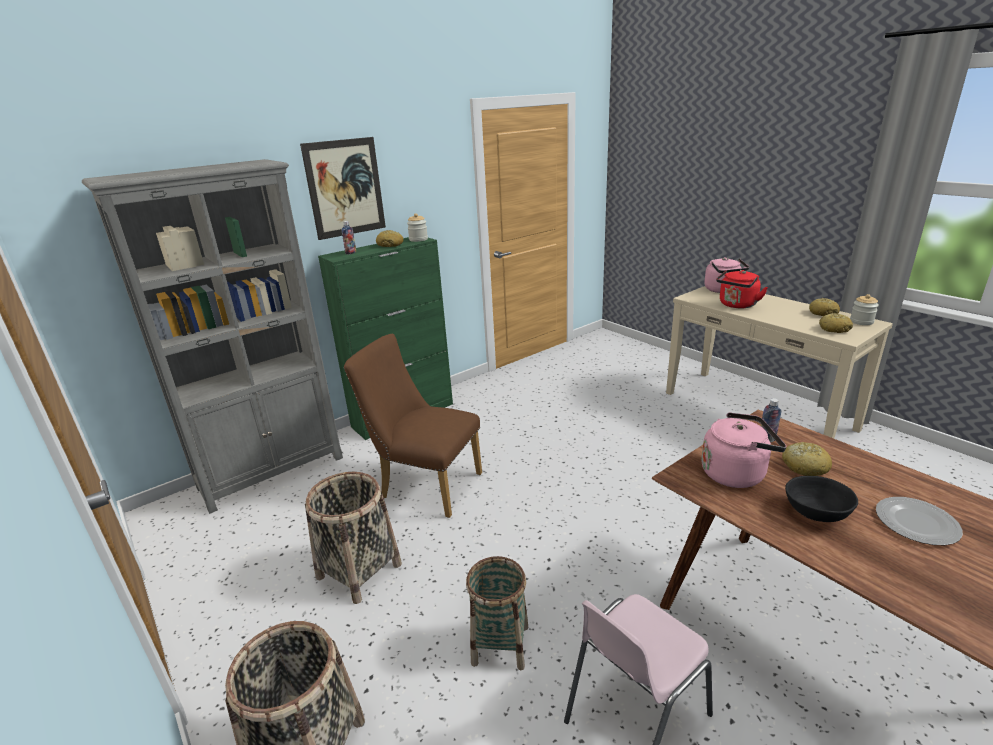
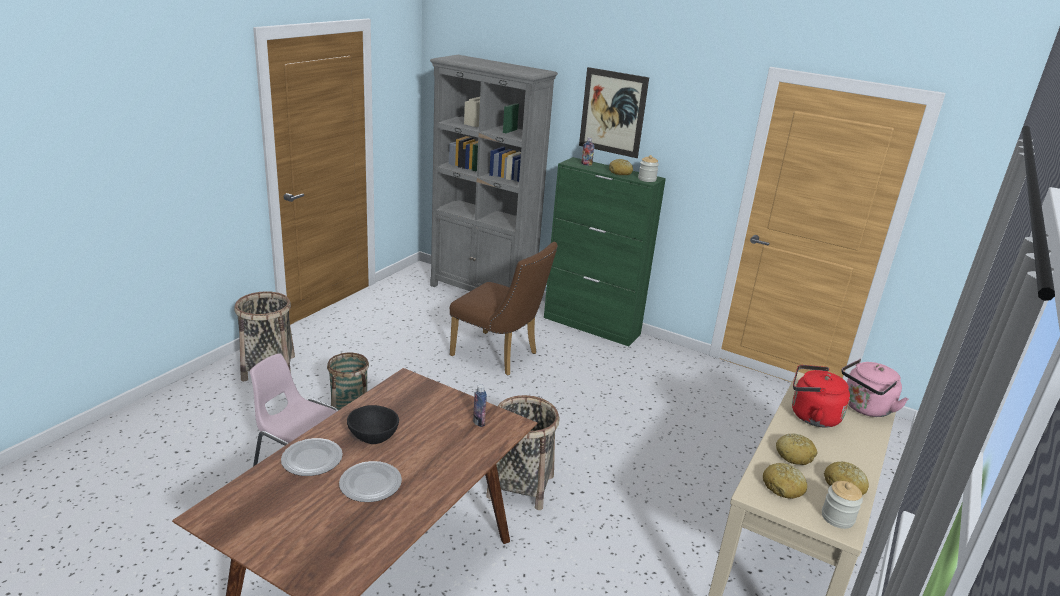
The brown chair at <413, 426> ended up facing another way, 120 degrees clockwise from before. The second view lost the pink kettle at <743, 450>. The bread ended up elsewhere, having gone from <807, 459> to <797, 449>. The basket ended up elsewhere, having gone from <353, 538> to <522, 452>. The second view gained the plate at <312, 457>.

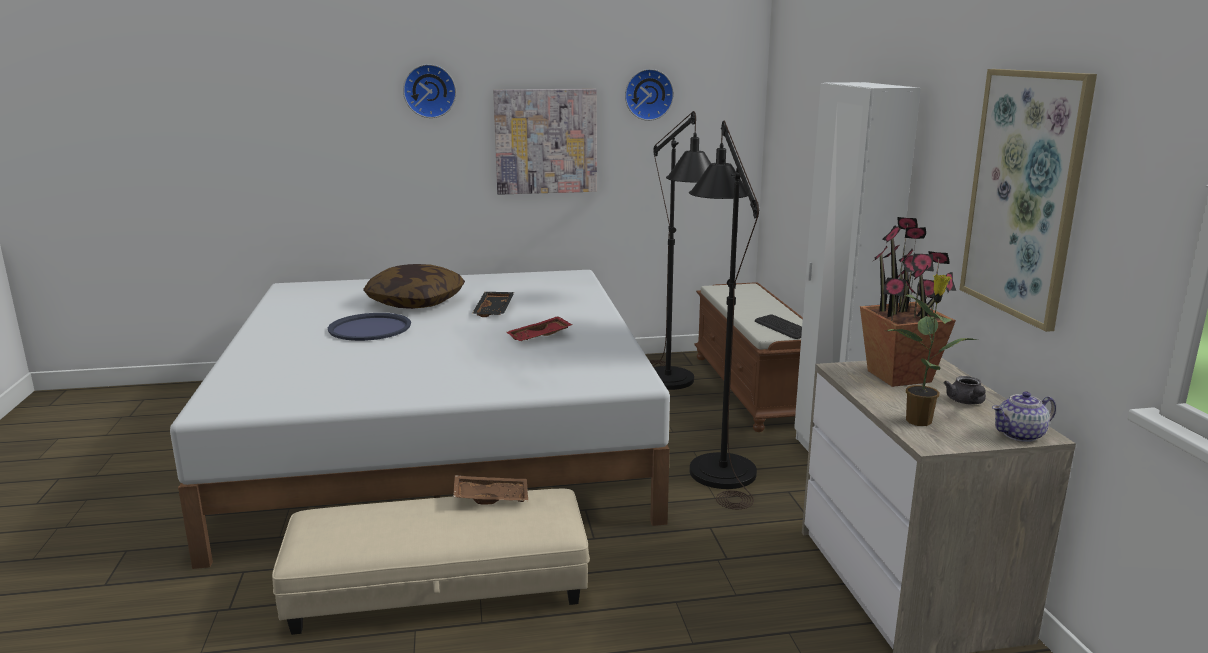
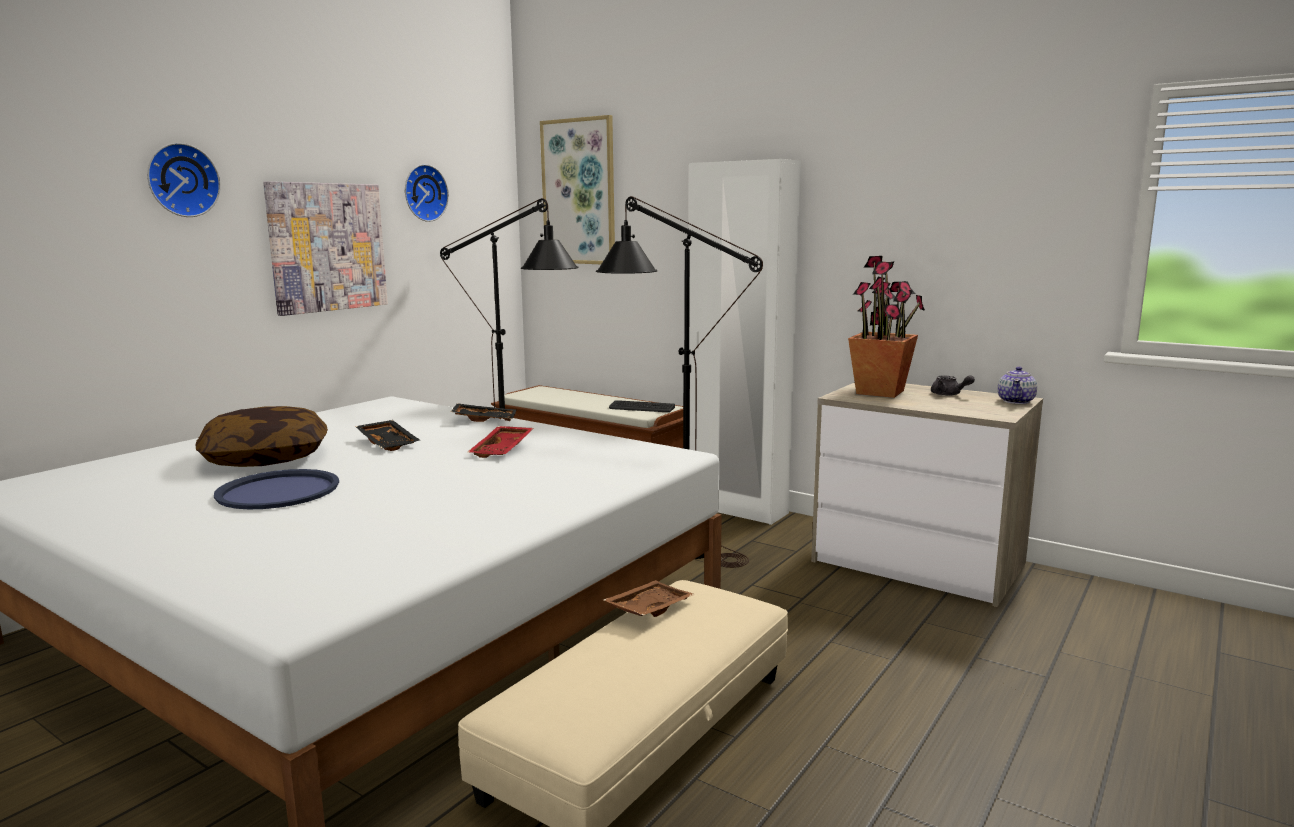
The picture ended up elsewhere, having gone from <1028, 200> to <577, 189>. The second view lost the potted plant at <933, 350>. The second view gained the black tray at <483, 412>.

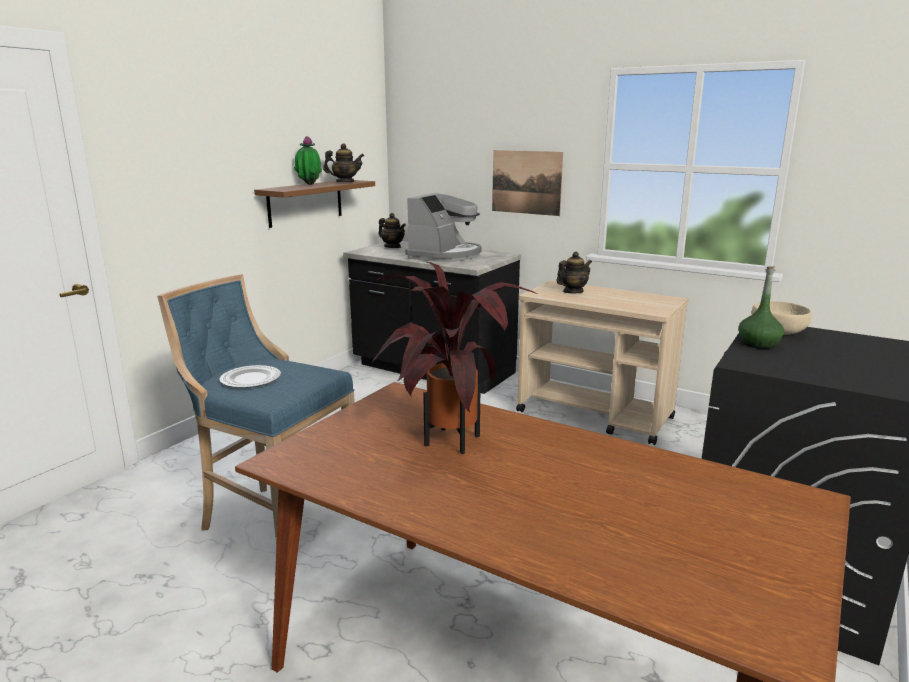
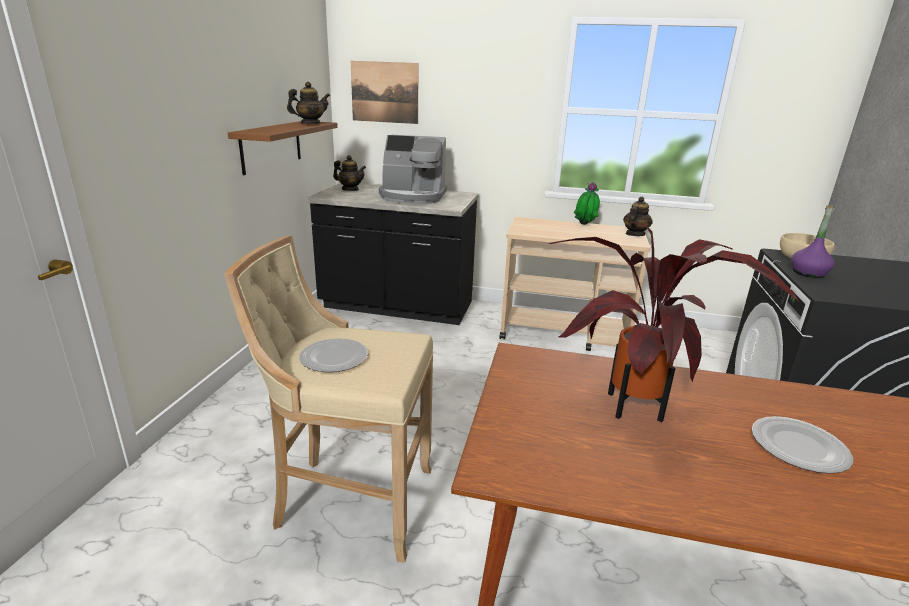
The potted plant ended up elsewhere, having gone from <308, 160> to <586, 203>. The picture ended up elsewhere, having gone from <527, 183> to <385, 92>. The coffee machine at <443, 227> ended up facing another way, 90 degrees clockwise from before. The teapot ended up elsewhere, having gone from <574, 272> to <638, 216>. What was the green bottle at <761, 308> turned into the purple bottle at <813, 241>. What was the blue stool at <256, 409> turned into the beige stool at <329, 399>. The second view gained the plate at <802, 445>.

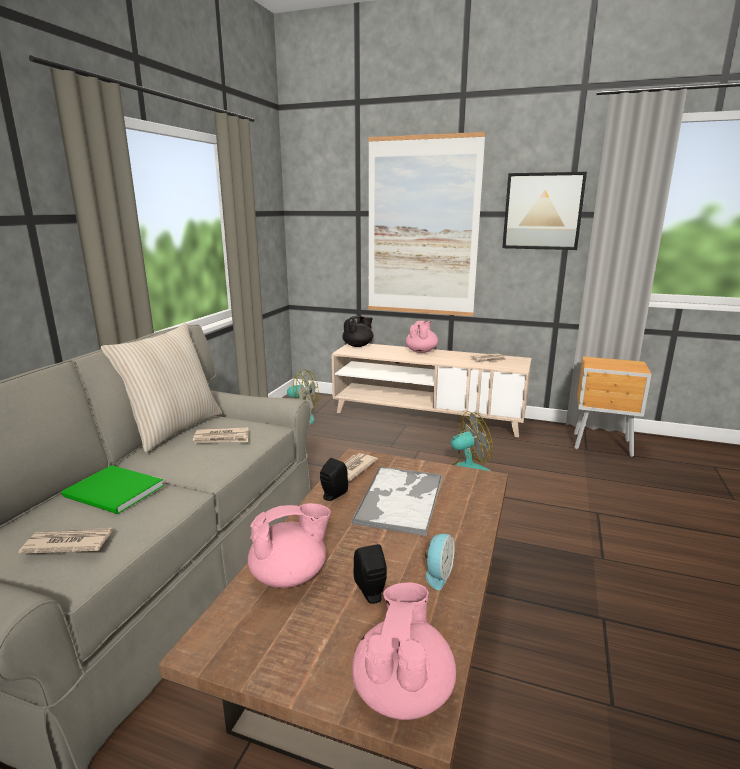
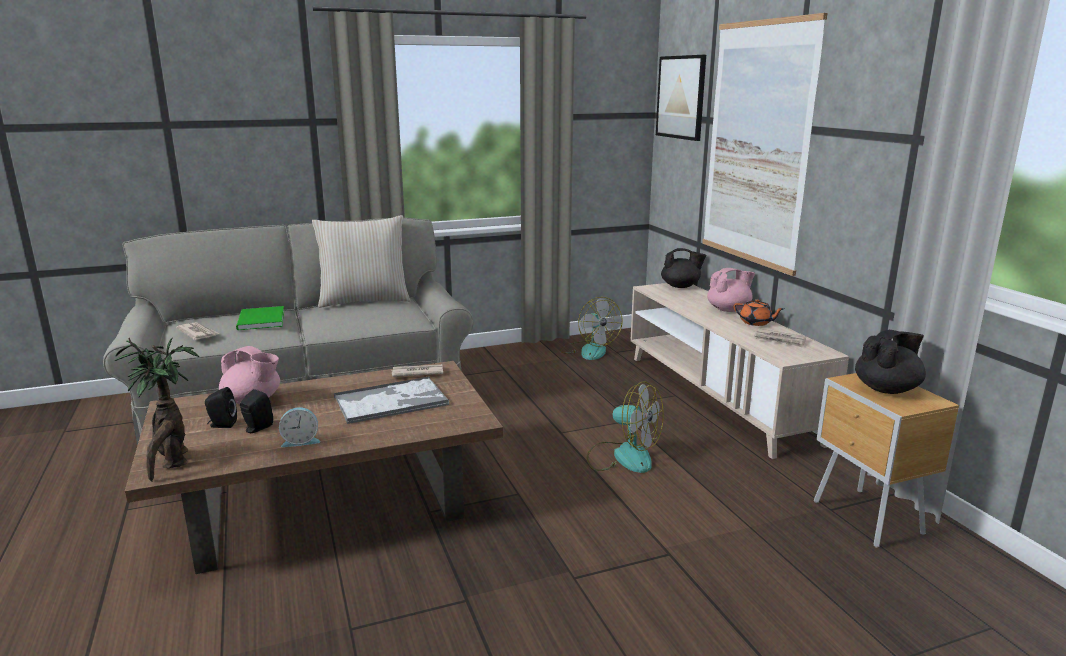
The picture ended up elsewhere, having gone from <544, 211> to <681, 98>. The second view lost the newspaper at <221, 435>. The black speaker ended up elsewhere, having gone from <334, 479> to <221, 407>. Where the pink teapot stood at <404, 651>, the potted plant came to stand at <157, 410>. The second view gained the orange teapot at <758, 312>. The second view gained the black teapot at <890, 362>.

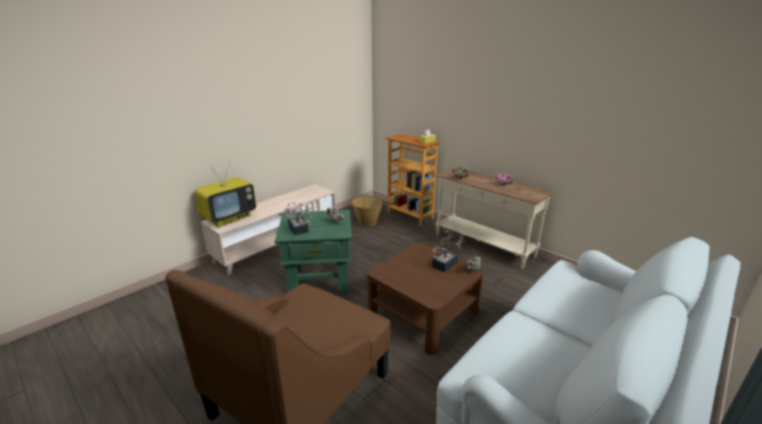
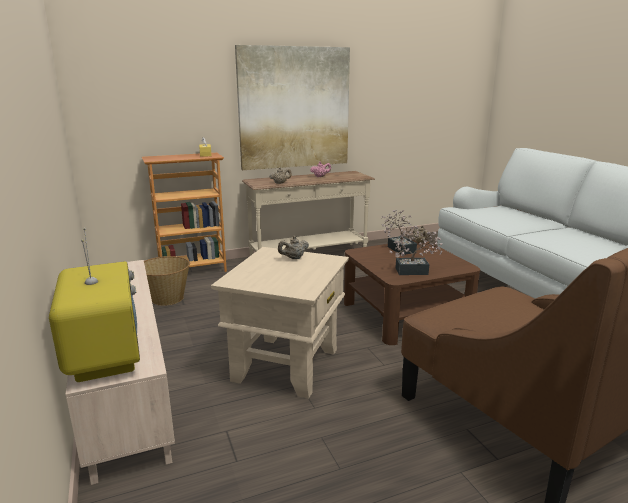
The potted plant ended up elsewhere, having gone from <298, 218> to <416, 253>. What was the green side table at <313, 252> turned into the beige side table at <280, 323>. The second view gained the picture at <292, 107>.

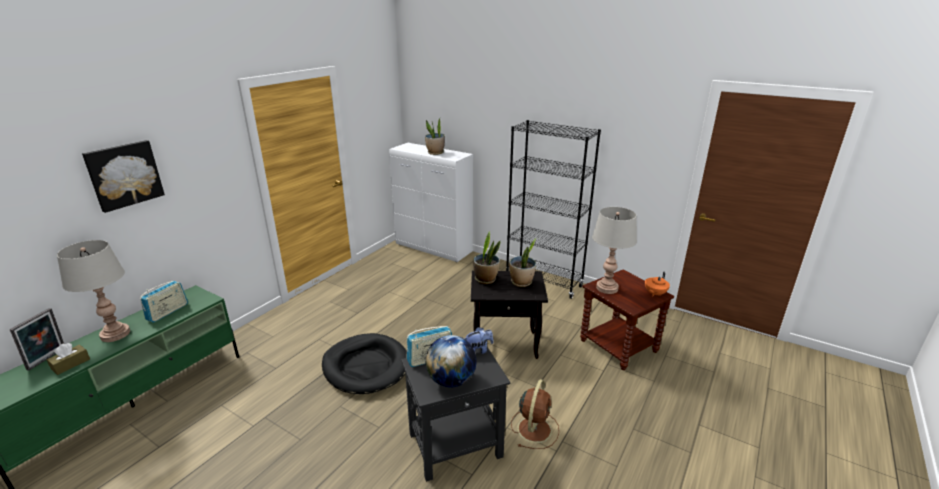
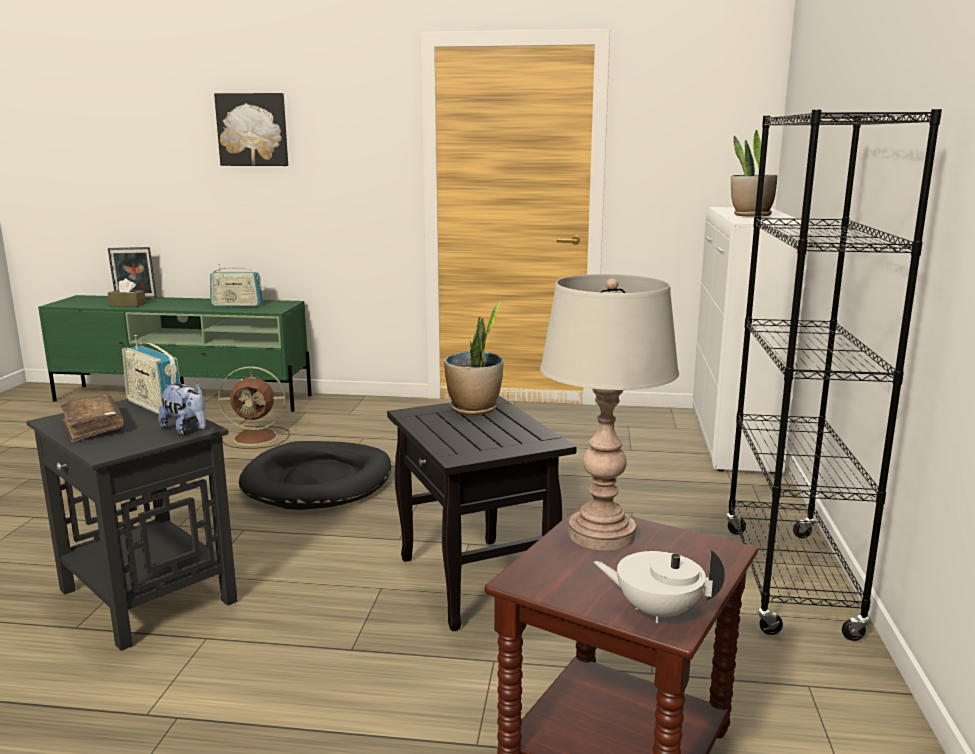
The second view lost the potted plant at <522, 262>. The second view lost the grey table lamp at <93, 291>. What was the orange teapot at <657, 283> turned into the white teapot at <659, 586>. Where the globe stood at <451, 361>, the brown book came to stand at <91, 418>. The brown fan ended up elsewhere, having gone from <535, 414> to <254, 407>.

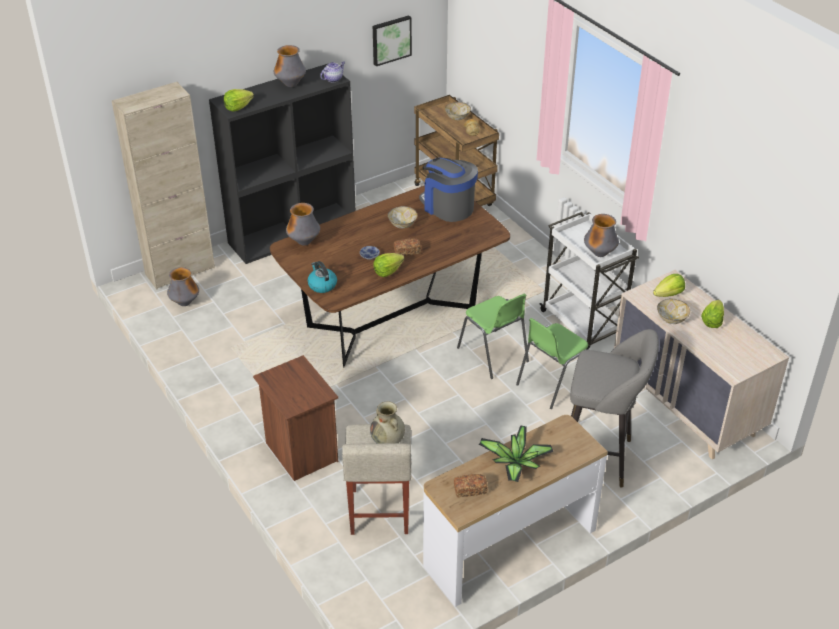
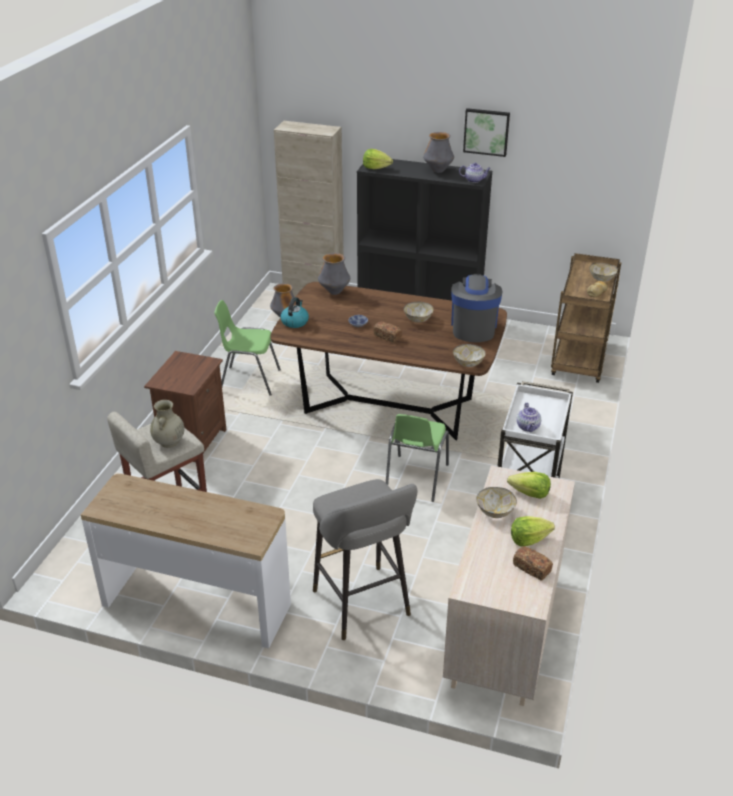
The picture ended up elsewhere, having gone from <392, 40> to <486, 132>. Where the vase stood at <601, 235>, the teapot came to stand at <529, 417>. The second view lost the lettuce at <389, 265>. The green chair ended up elsewhere, having gone from <552, 363> to <247, 347>. The second view lost the potted plant at <516, 454>. The bread ended up elsewhere, having gone from <470, 485> to <533, 563>. The second view gained the bowl at <469, 355>.

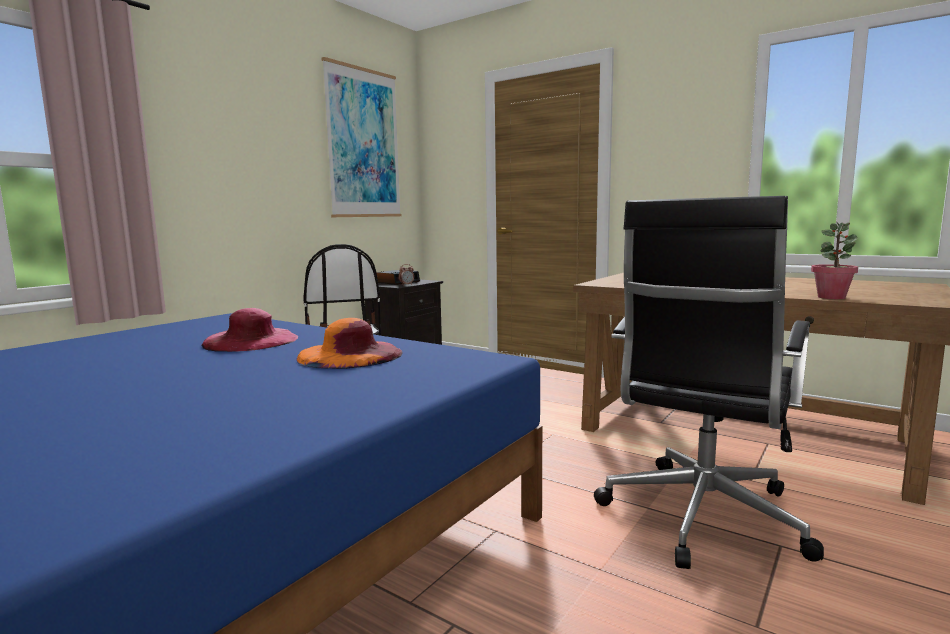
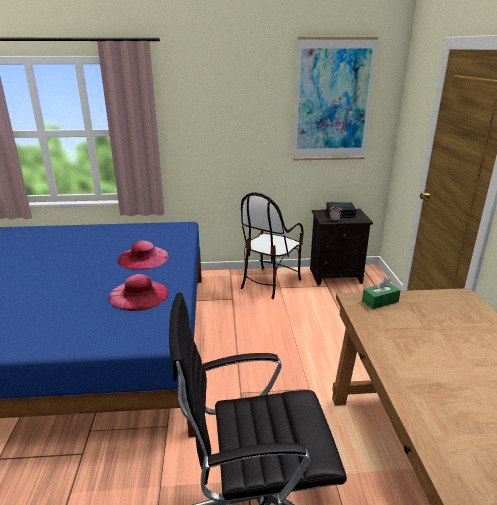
The second view lost the potted plant at <834, 260>. What was the orange hat at <350, 343> turned into the pink hat at <138, 292>. The second view gained the green tissue box at <381, 293>.

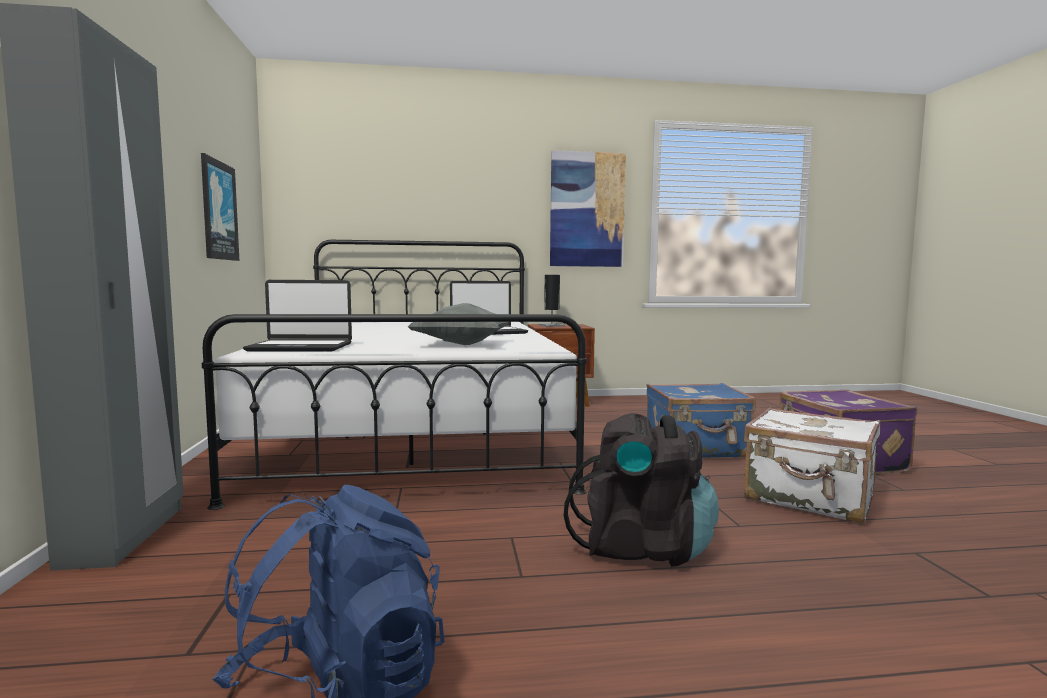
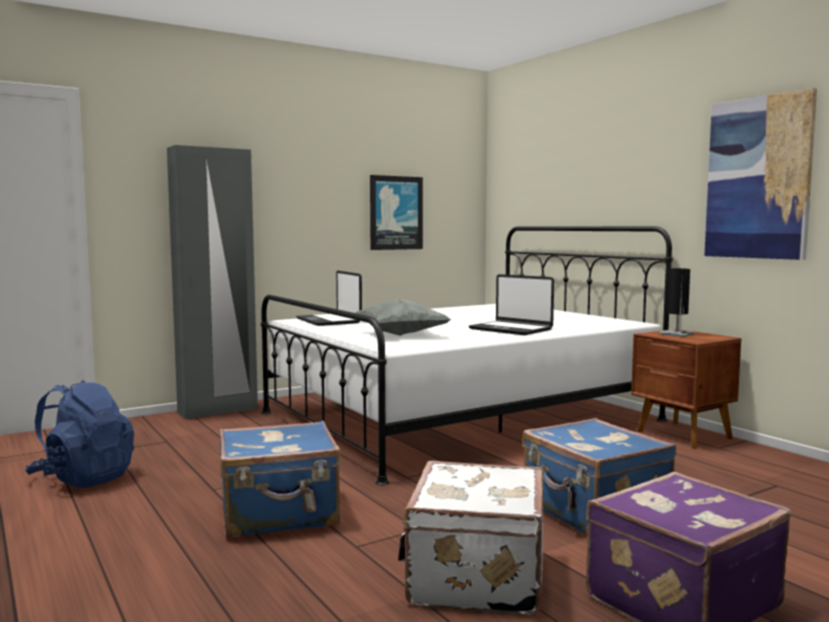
Where the black backpack stood at <641, 490>, the blue suitcase came to stand at <280, 479>.

